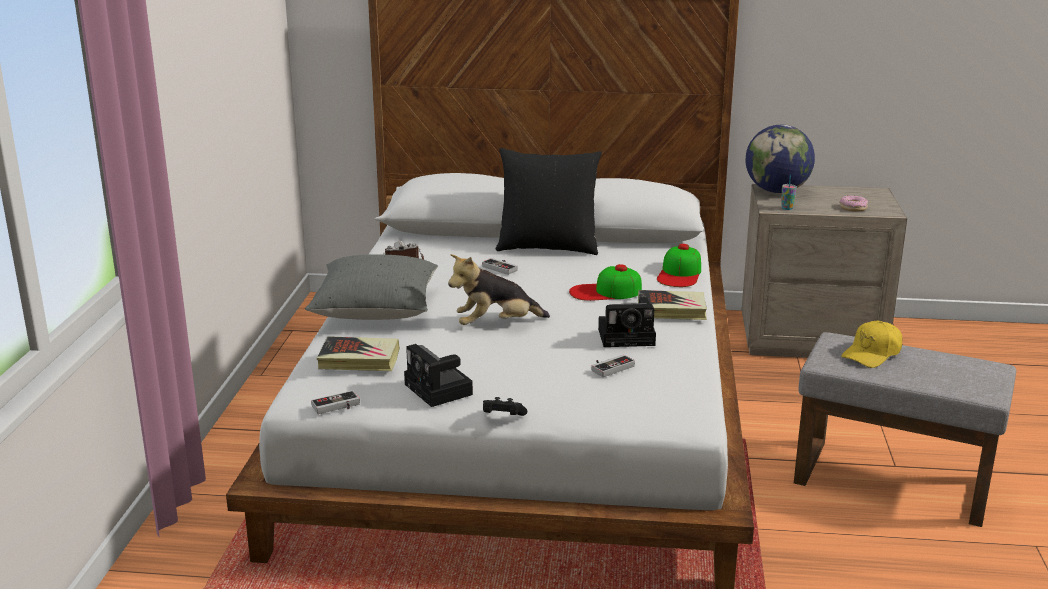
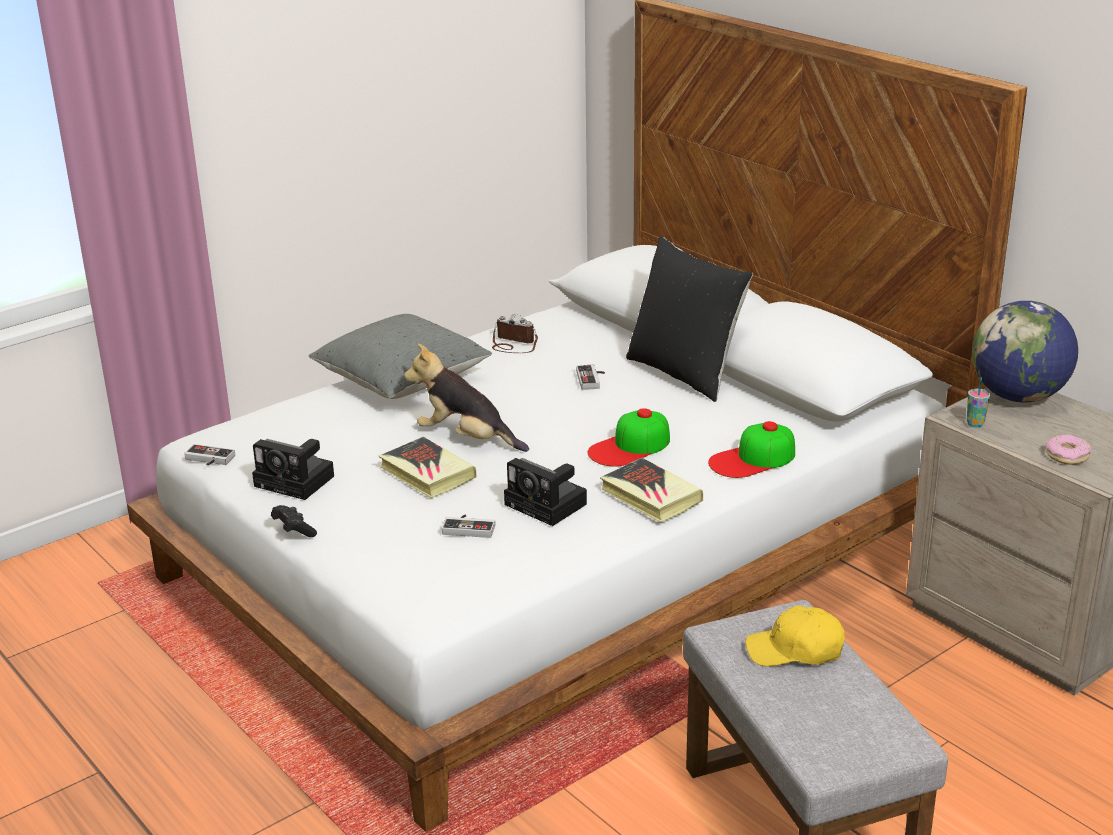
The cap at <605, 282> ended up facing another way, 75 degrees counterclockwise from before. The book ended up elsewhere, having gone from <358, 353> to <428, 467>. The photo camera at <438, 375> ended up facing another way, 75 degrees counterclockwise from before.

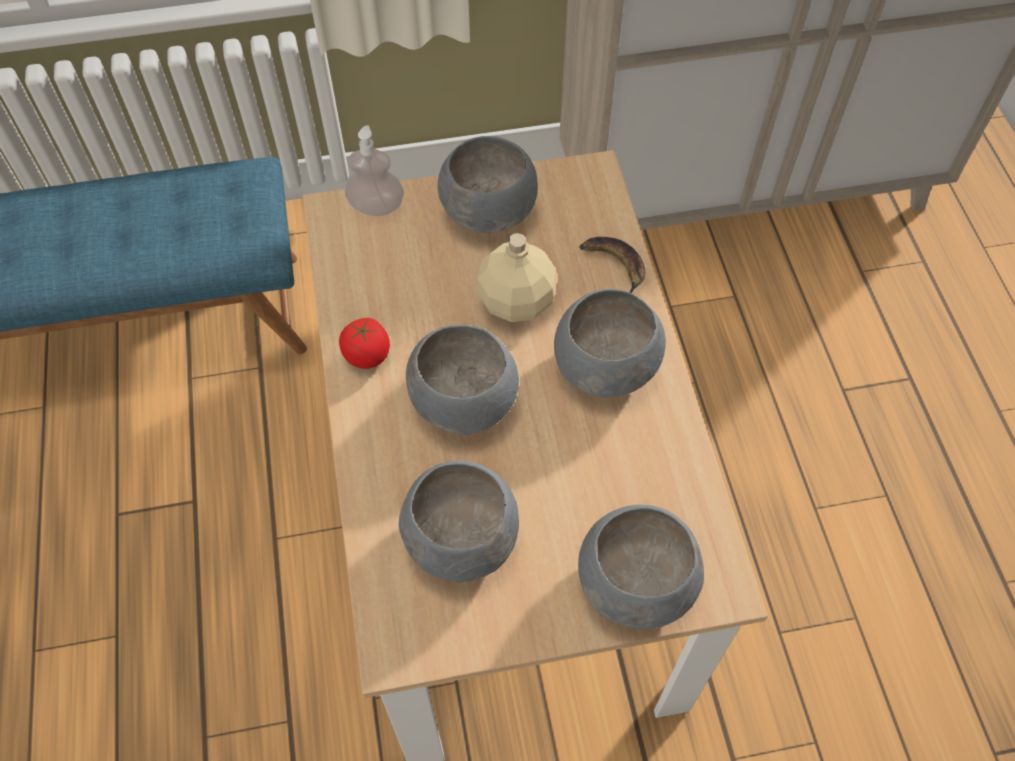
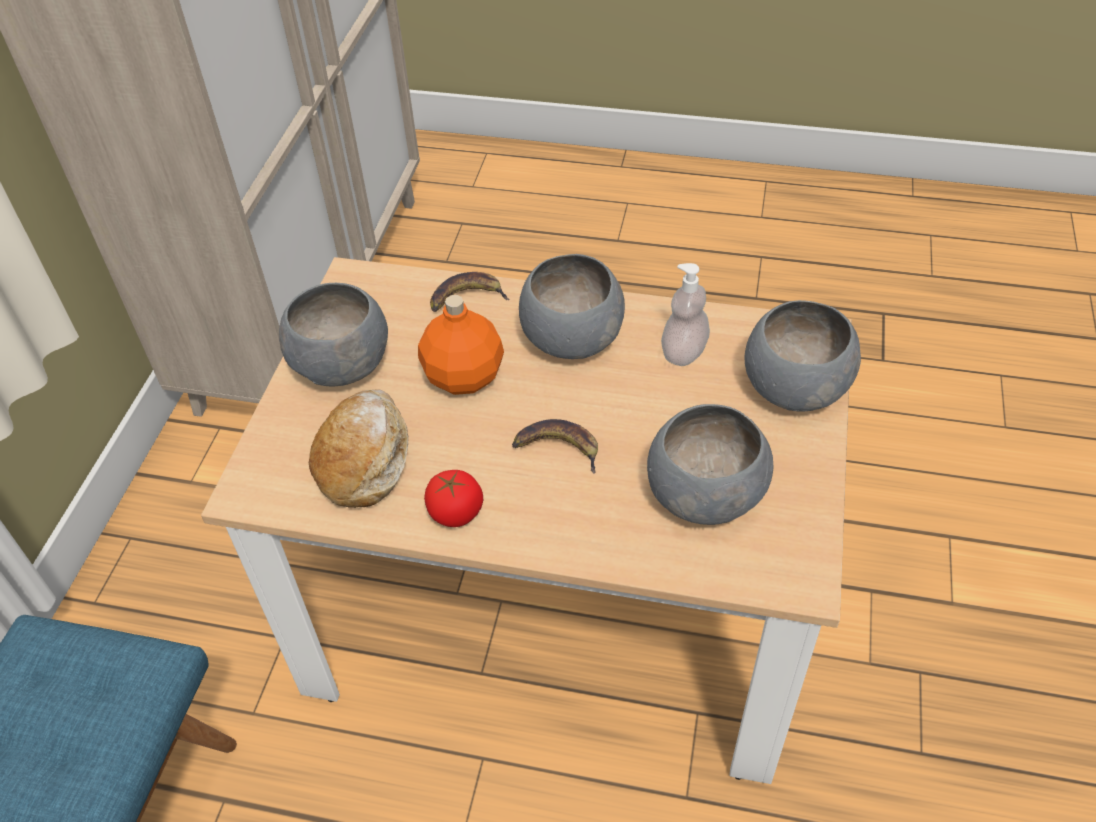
The soap dispenser ended up elsewhere, having gone from <374, 170> to <685, 314>. What was the beige bottle at <516, 277> turned into the orange bottle at <461, 345>. Where the grey bowl stood at <462, 380>, the banana came to stand at <555, 446>. The second view gained the bread at <358, 448>.

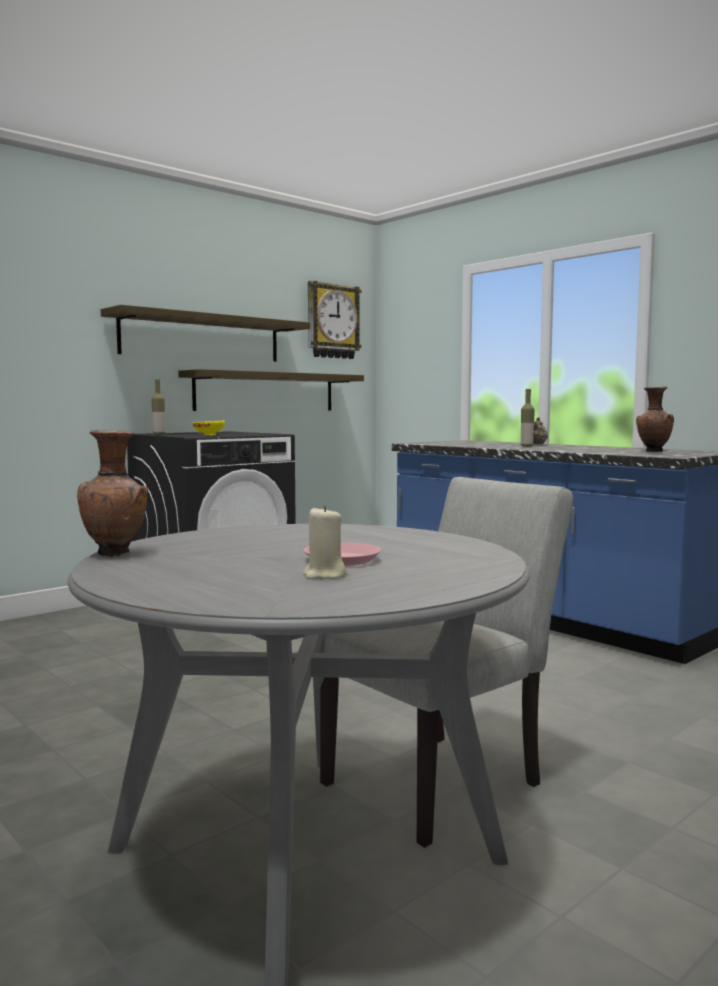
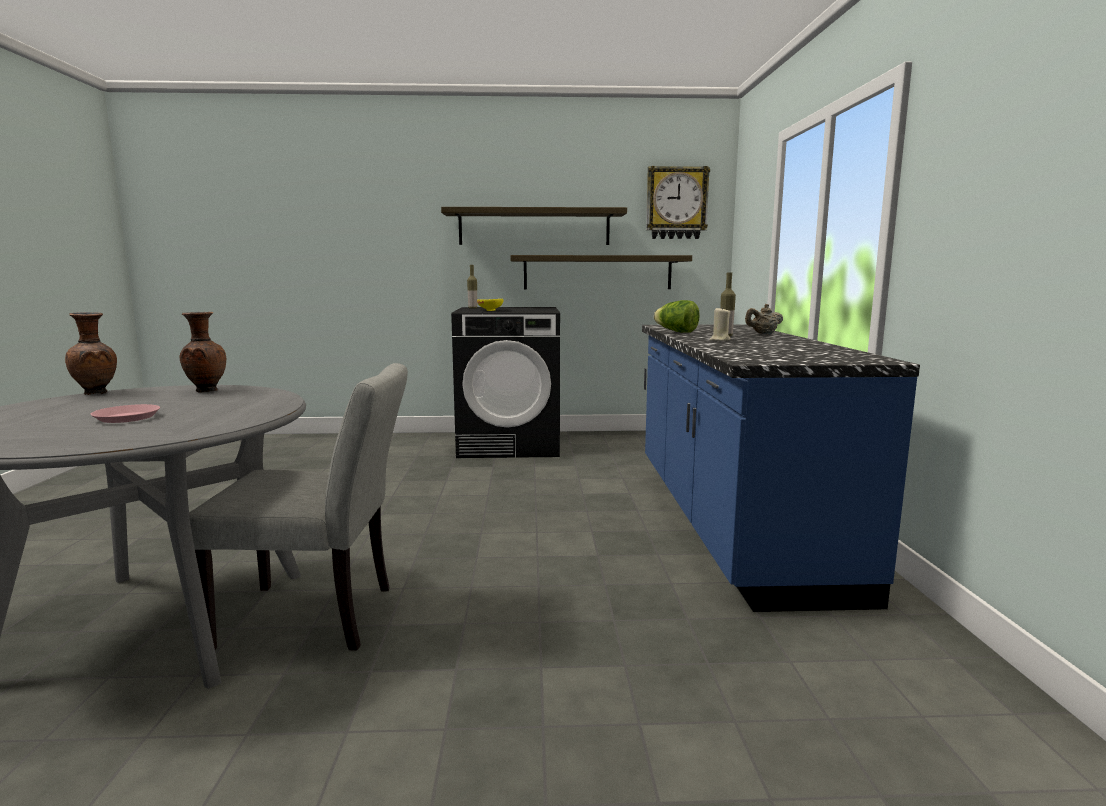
The brown vase ended up elsewhere, having gone from <655, 419> to <203, 352>. The beige candle ended up elsewhere, having gone from <324, 542> to <720, 324>. The second view gained the lettuce at <677, 316>.

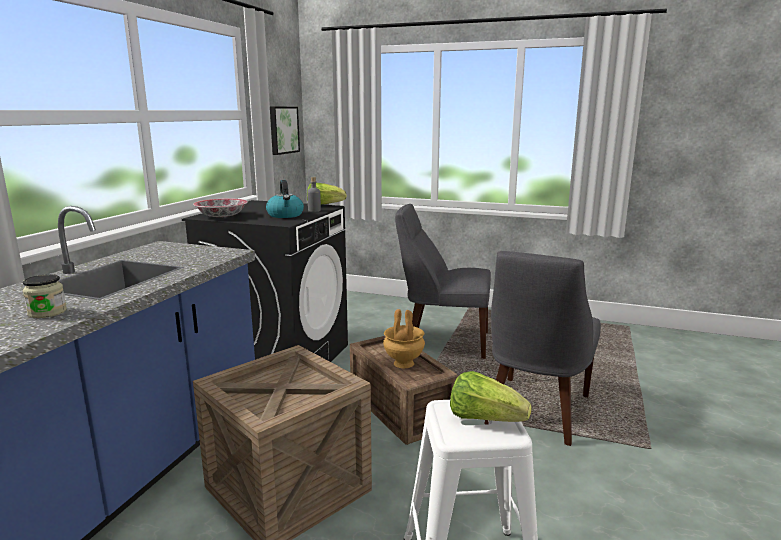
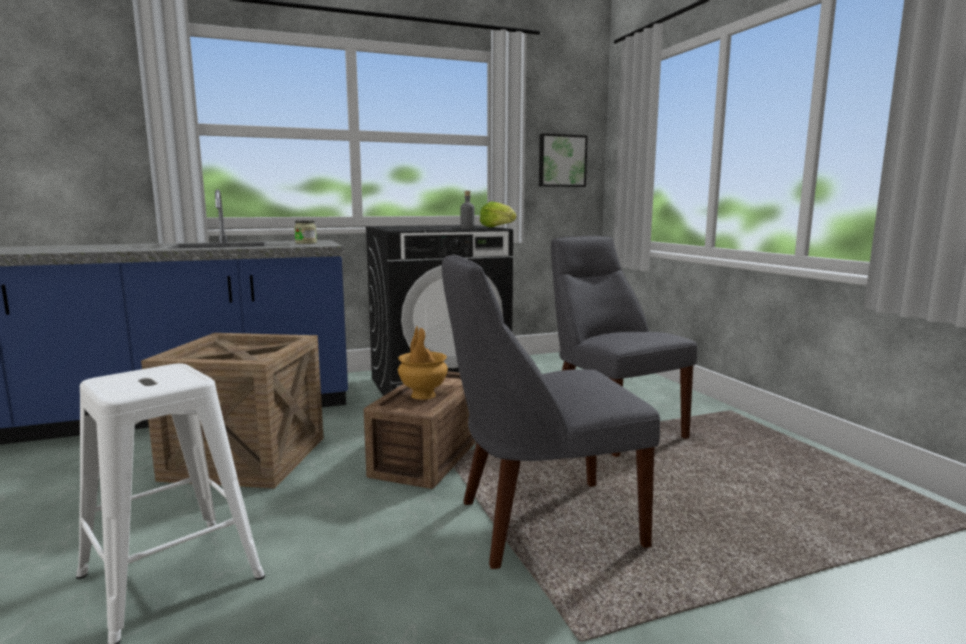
The second view lost the kettle at <285, 199>. The second view lost the bowl at <220, 207>. The jar ended up elsewhere, having gone from <45, 296> to <305, 232>. The second view lost the lettuce at <491, 396>.

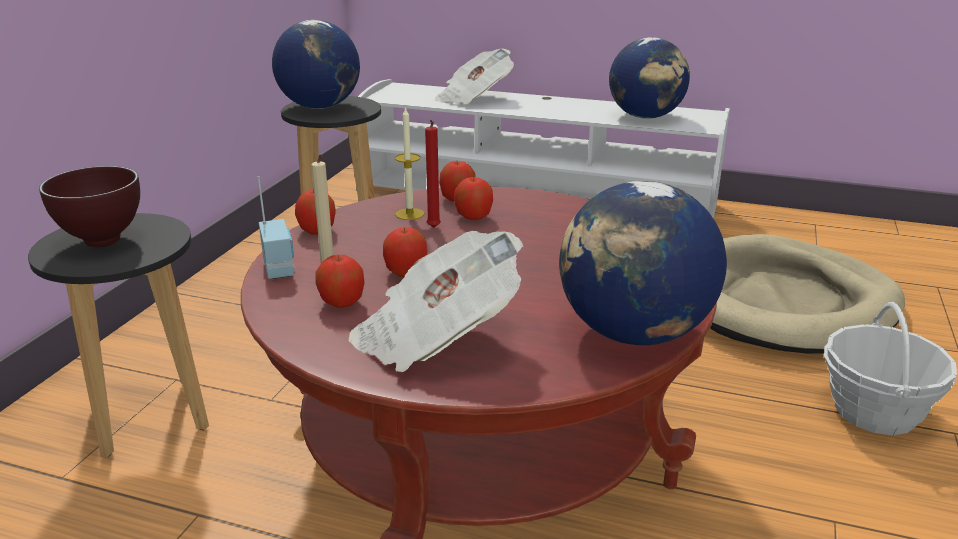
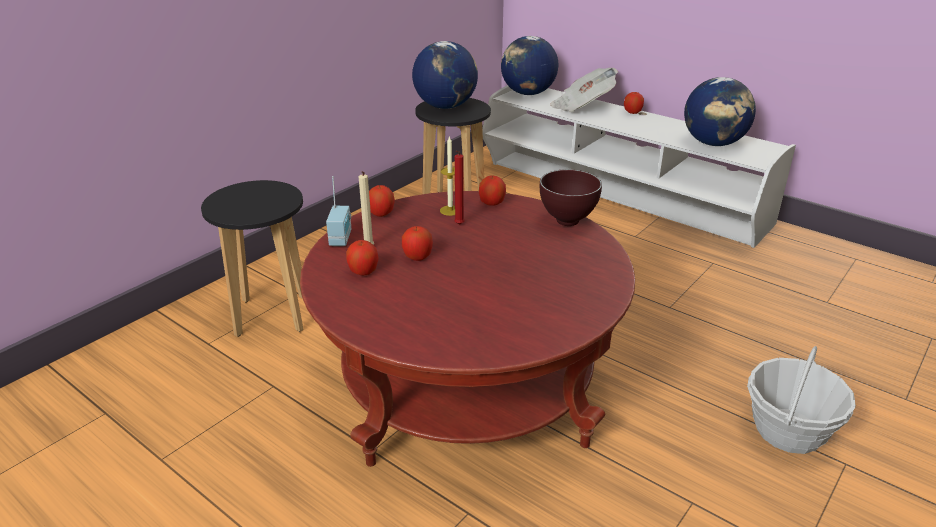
The brown bowl ended up elsewhere, having gone from <89, 206> to <571, 197>. The apple ended up elsewhere, having gone from <473, 198> to <634, 103>. The globe ended up elsewhere, having gone from <643, 263> to <529, 65>. The second view lost the newspaper at <436, 301>. The second view lost the beige dog bed at <807, 294>.

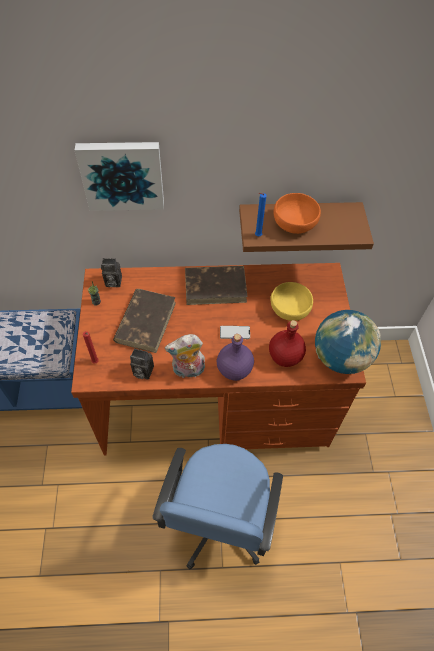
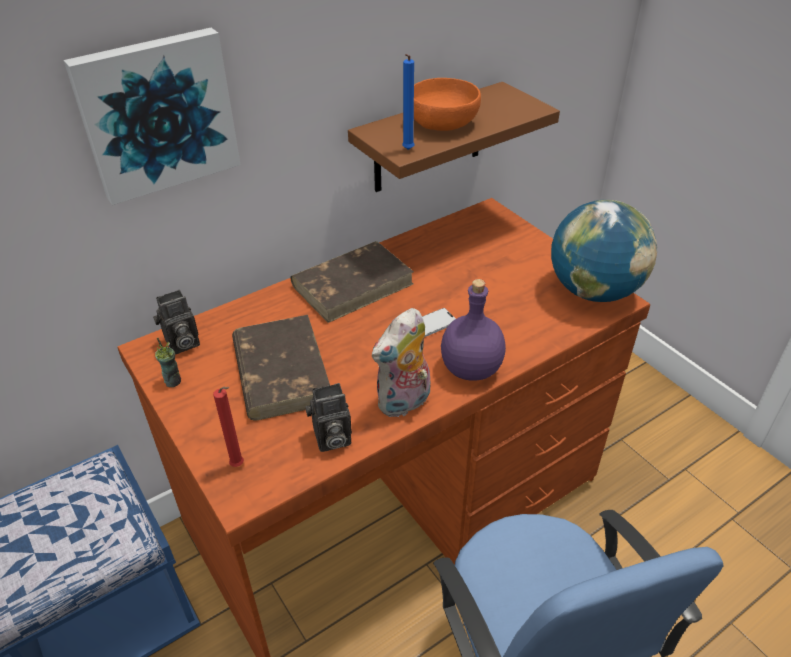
The second view lost the yellow bowl at <291, 301>. The second view lost the red bottle at <287, 343>.

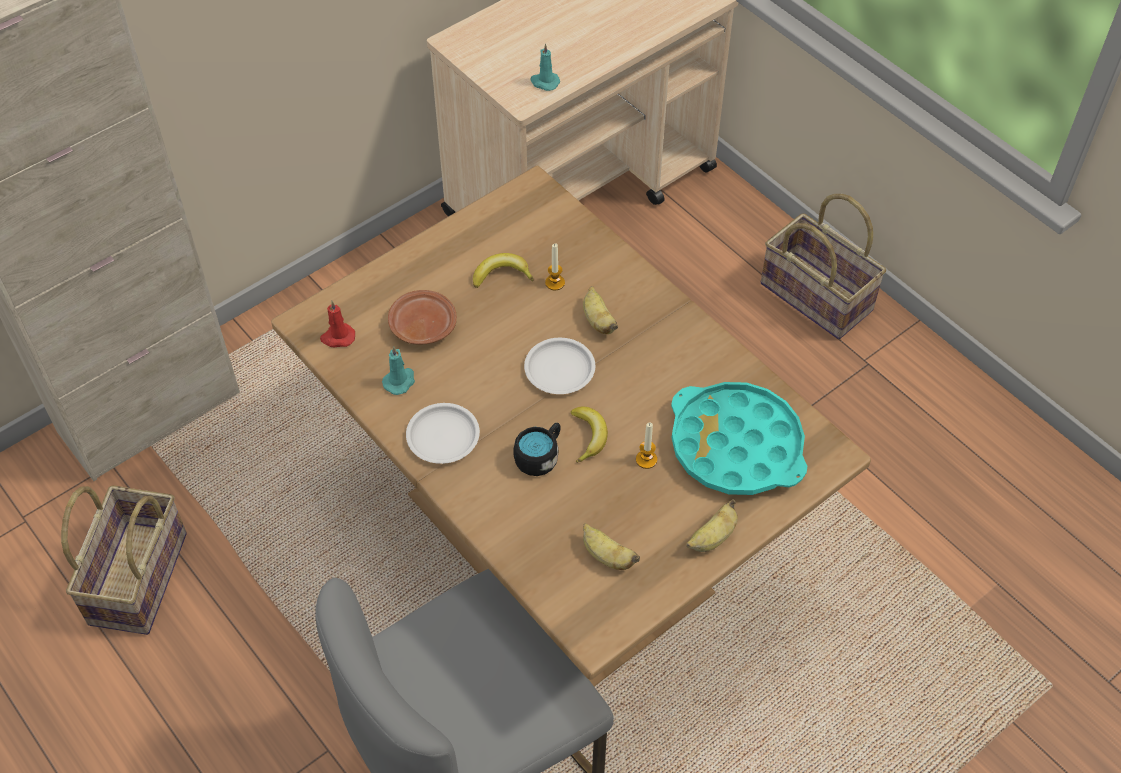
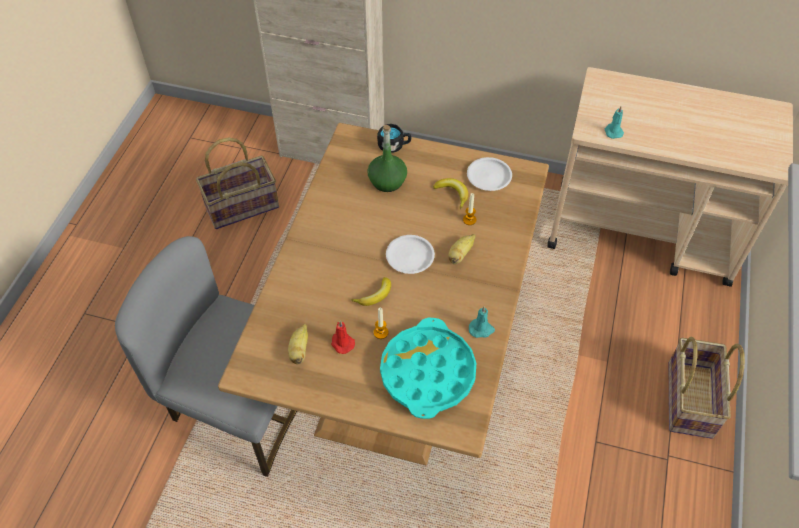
Where the brown plate stood at <422, 317>, the green bottle came to stand at <387, 158>. The red candle ended up elsewhere, having gone from <337, 324> to <343, 337>. The turquoise candle ended up elsewhere, having gone from <398, 370> to <482, 322>. The white plate ended up elsewhere, having gone from <443, 433> to <489, 174>. The black mug ended up elsewhere, having gone from <537, 449> to <394, 138>. The second view lost the banana at <712, 525>.

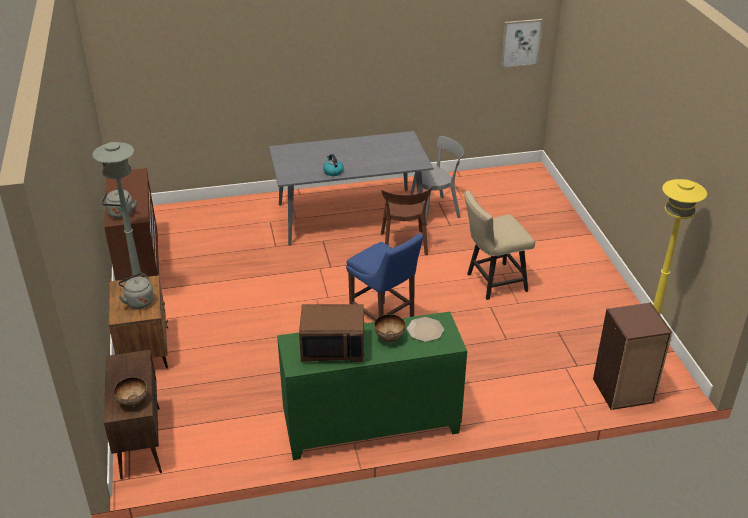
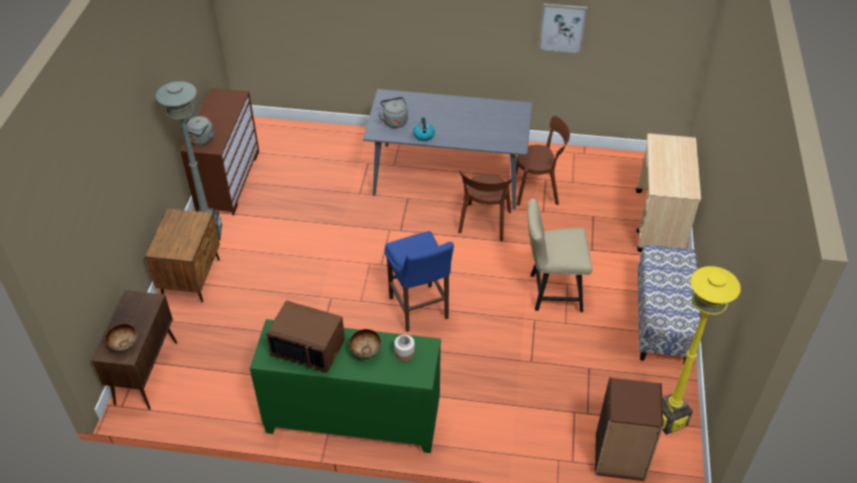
The picture ended up elsewhere, having gone from <522, 43> to <563, 28>. What was the grey chair at <437, 180> turned into the brown chair at <543, 161>. The grey kettle ended up elsewhere, having gone from <136, 291> to <393, 112>. Where the plate stood at <425, 329>, the jar came to stand at <404, 348>. The second view gained the beige cart at <668, 192>. The second view gained the bench at <669, 305>.

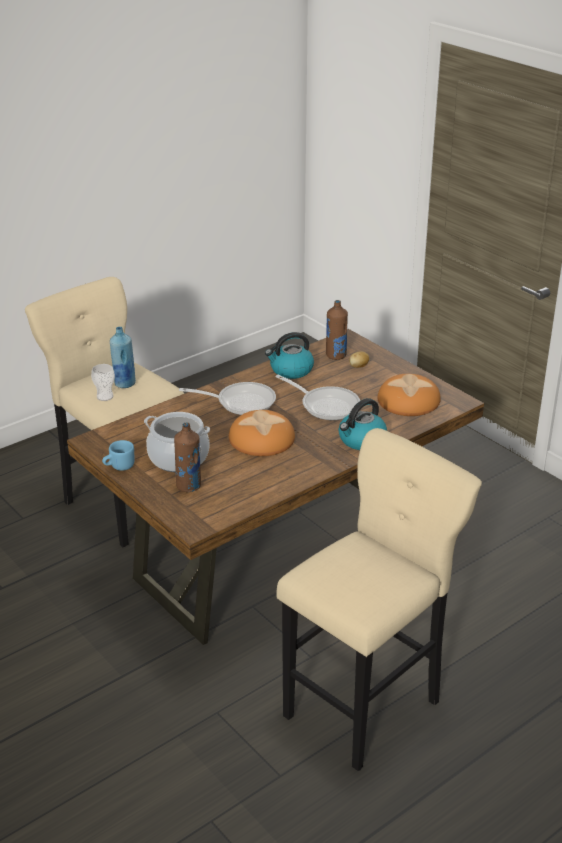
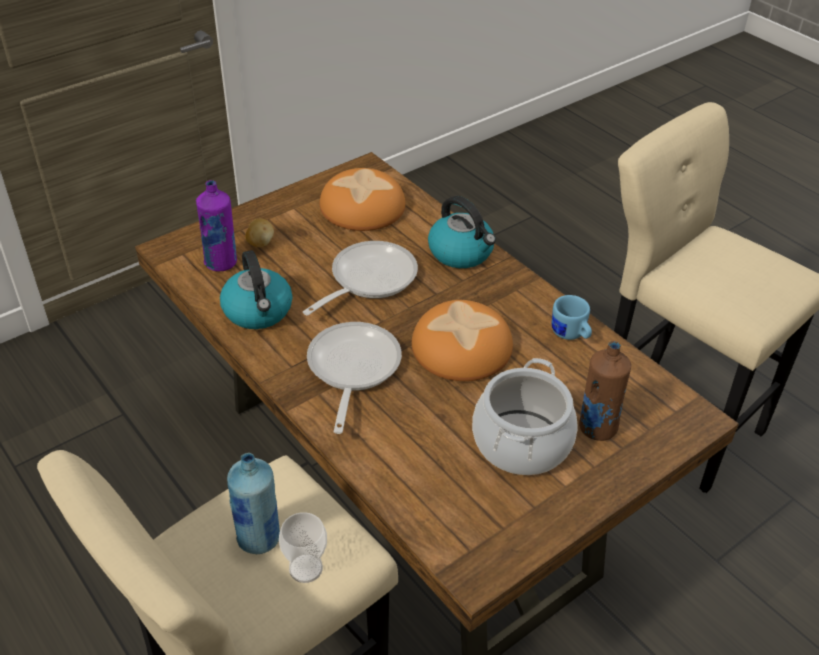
What was the brown bottle at <337, 330> turned into the purple bottle at <216, 226>. The blue mug ended up elsewhere, having gone from <118, 455> to <572, 317>.

